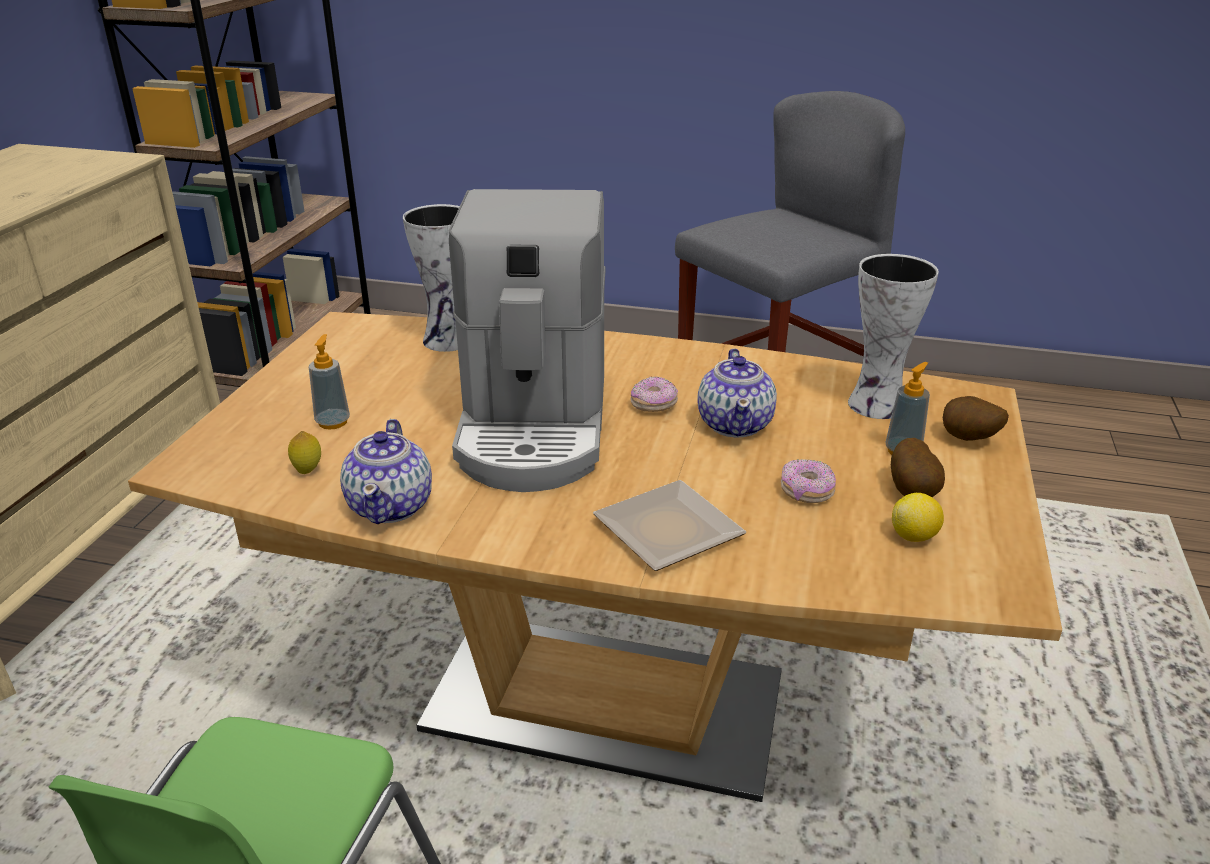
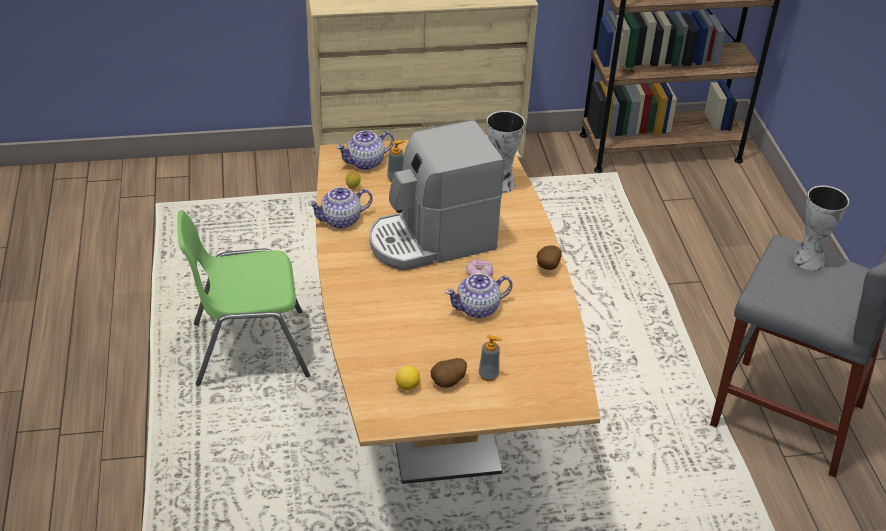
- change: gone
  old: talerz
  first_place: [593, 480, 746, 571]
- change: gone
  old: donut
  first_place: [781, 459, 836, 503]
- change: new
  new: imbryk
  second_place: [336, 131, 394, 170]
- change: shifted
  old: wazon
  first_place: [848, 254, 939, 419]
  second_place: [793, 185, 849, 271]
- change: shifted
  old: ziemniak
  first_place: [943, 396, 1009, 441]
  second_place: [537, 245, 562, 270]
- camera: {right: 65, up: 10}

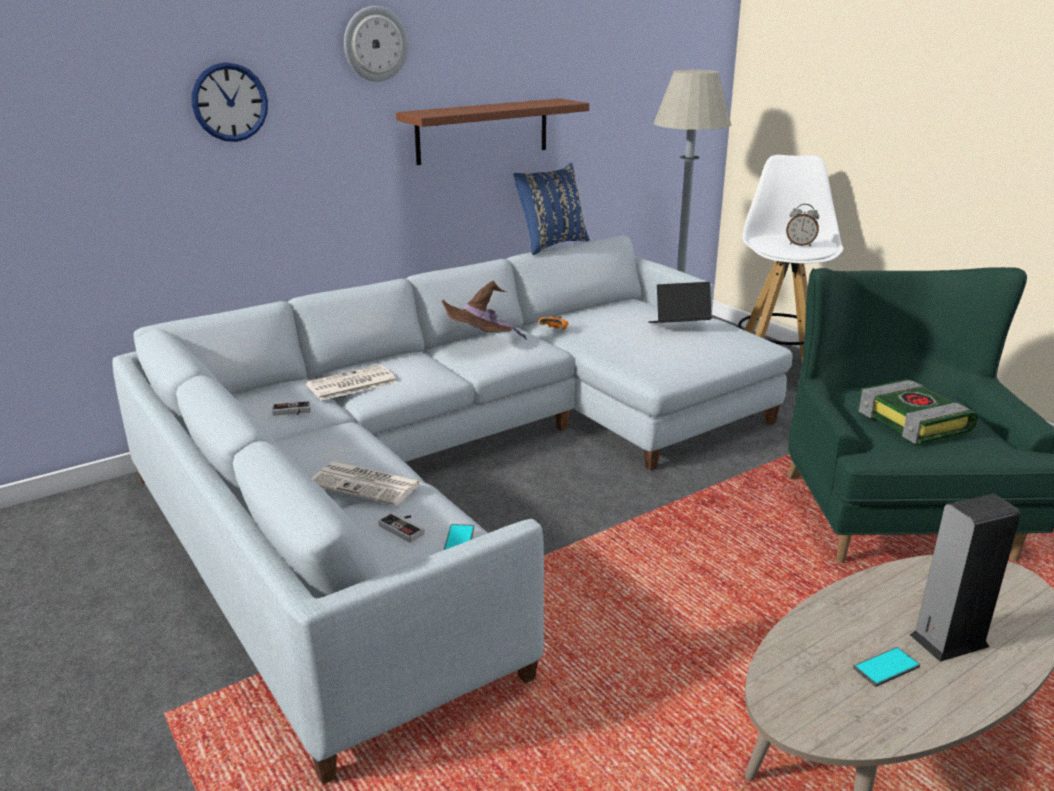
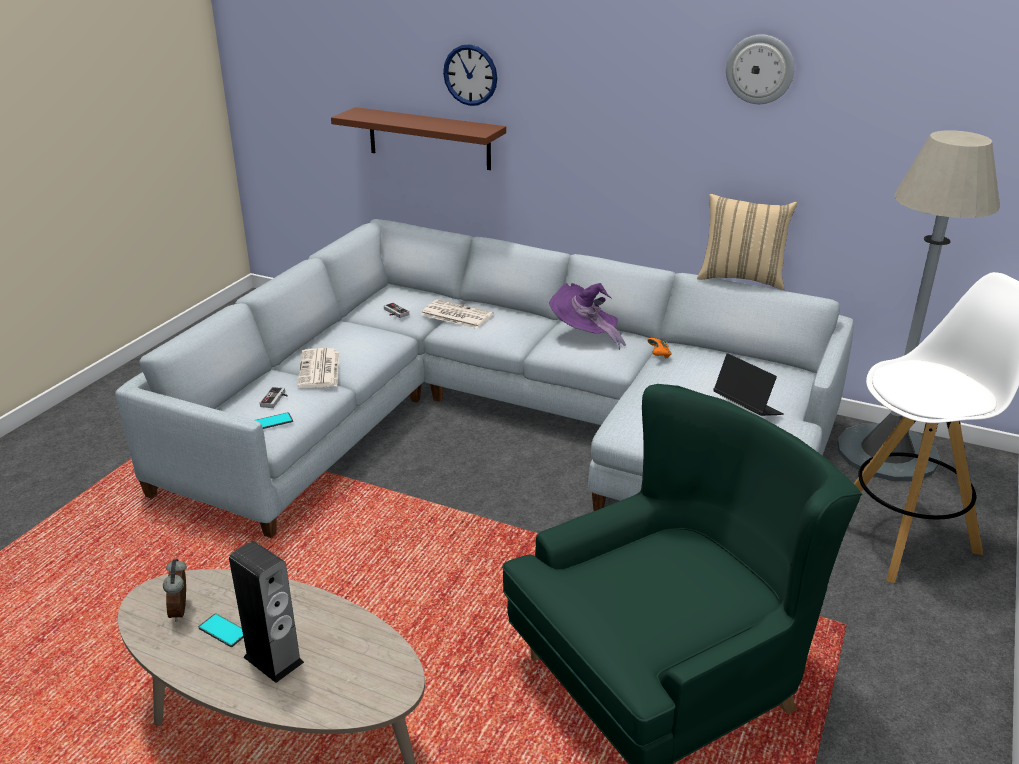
- change: gone
  old: książka
  first_place: [858, 380, 978, 444]
- change: shifted
  old: zegar ścienny
  first_place: [344, 6, 409, 82]
  second_place: [726, 34, 794, 104]
- change: shifted
  old: półka/brązowy
  first_place: [396, 98, 589, 165]
  second_place: [331, 107, 506, 170]
- change: shifted
  old: budzik
  first_place: [786, 204, 819, 246]
  second_place: [163, 559, 187, 622]
- change: repainted
  old: kapelusz/brązowy
  new: kapelusz/fioletowy
  first_place: [441, 281, 527, 340]
  second_place: [549, 283, 626, 350]
- change: repainted
  old: poduszka/niebieski
  new: poduszka/beżowy
  first_place: [513, 163, 590, 255]
  second_place: [697, 194, 797, 290]
- camera: {right: 60, up: 5}

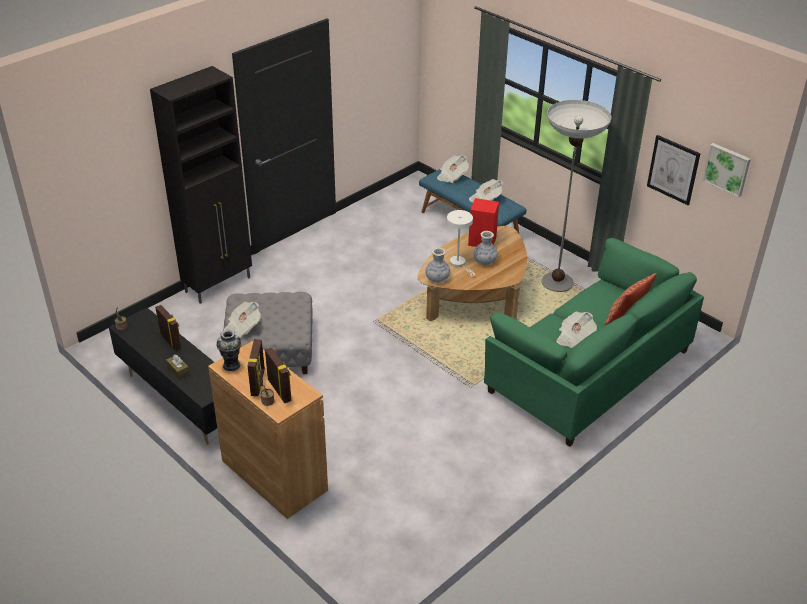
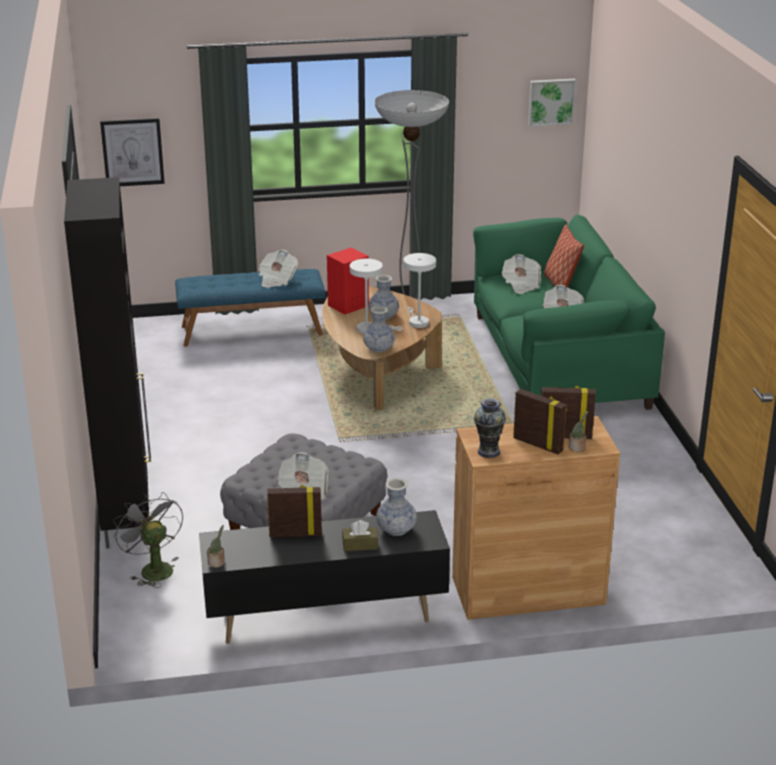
- change: new
  new: wentylator/szary
  second_place: [113, 492, 183, 588]
- change: new
  new: wazon
  second_place: [376, 478, 417, 536]
- change: new
  new: lampa stołowa/biały
  second_place: [403, 253, 436, 328]
- change: shifted
  old: gazeta
  first_place: [437, 155, 469, 183]
  second_place: [501, 254, 541, 294]
- change: shifted
  old: obraz
  first_place: [647, 135, 701, 205]
  second_place: [100, 118, 165, 186]
- camera: {right: -55, up: -10}

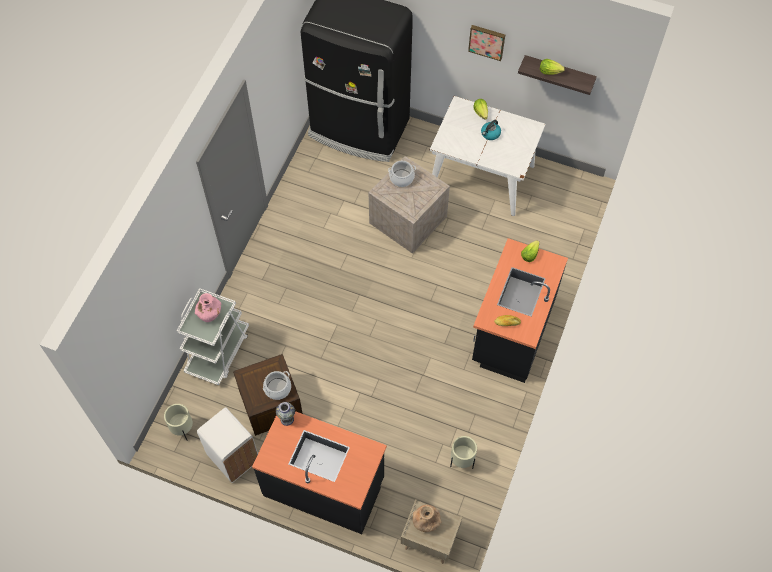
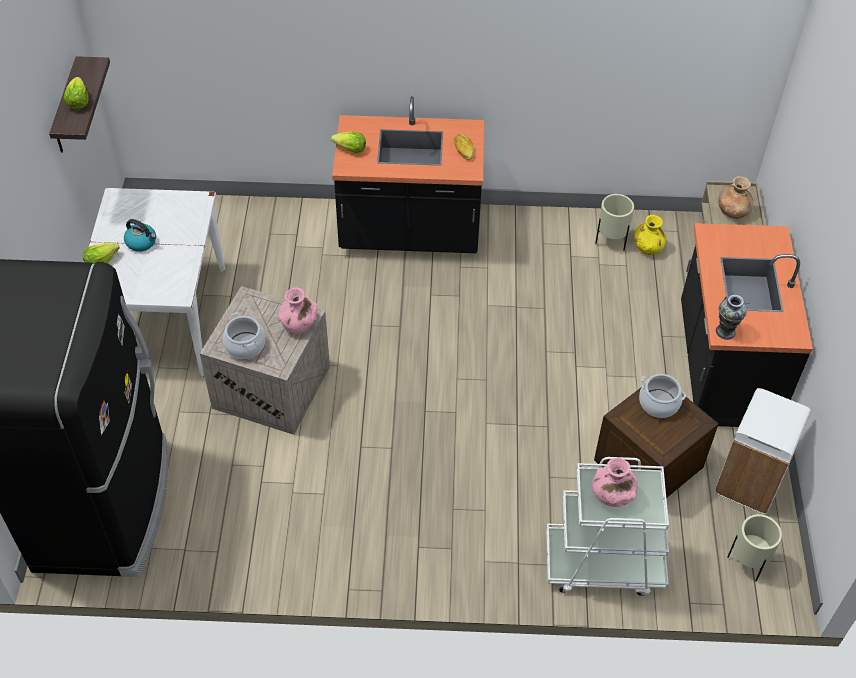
- change: gone
  old: obraz
  first_place: [468, 25, 505, 61]
- change: new
  new: wazon/różowy
  second_place: [278, 287, 317, 334]
- change: new
  new: wazon/żółty
  second_place: [634, 215, 666, 255]
- camera: {right: -110, up: -10}

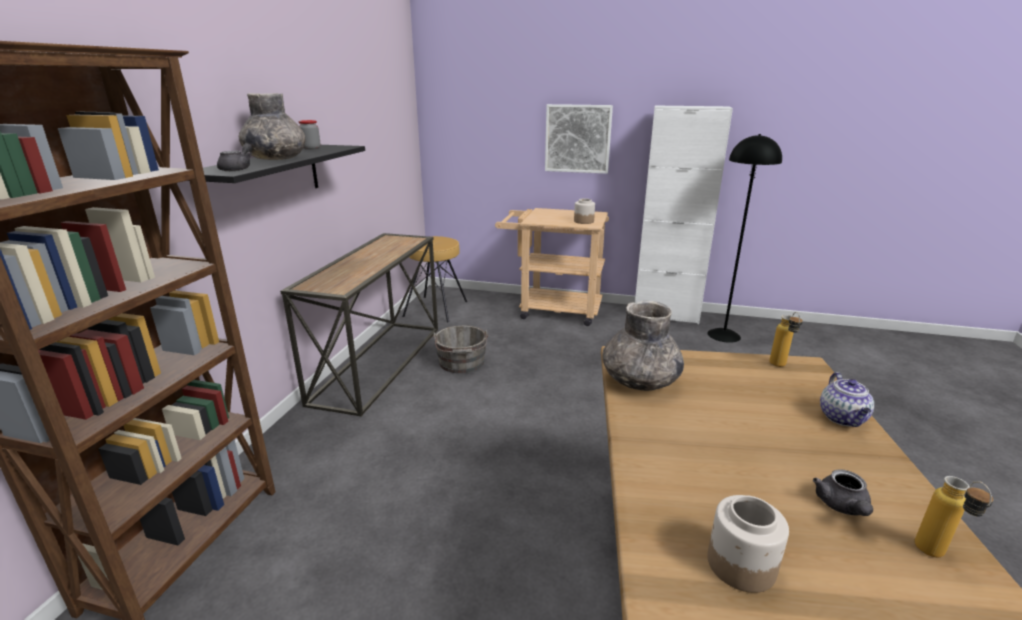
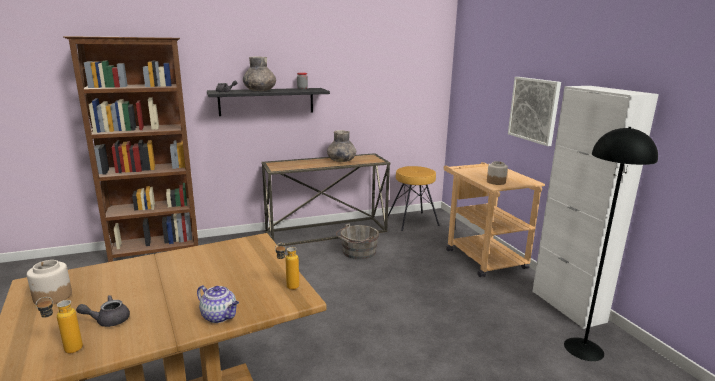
- change: shifted
  old: wazon/szary
  first_place: [602, 301, 684, 391]
  second_place: [327, 130, 356, 162]
- change: rotated
  old: imbryk
  first_place: [820, 372, 874, 427]
  second_place: [197, 285, 239, 323]
  degrees: -120
- camera: {right: 55, up: -5}

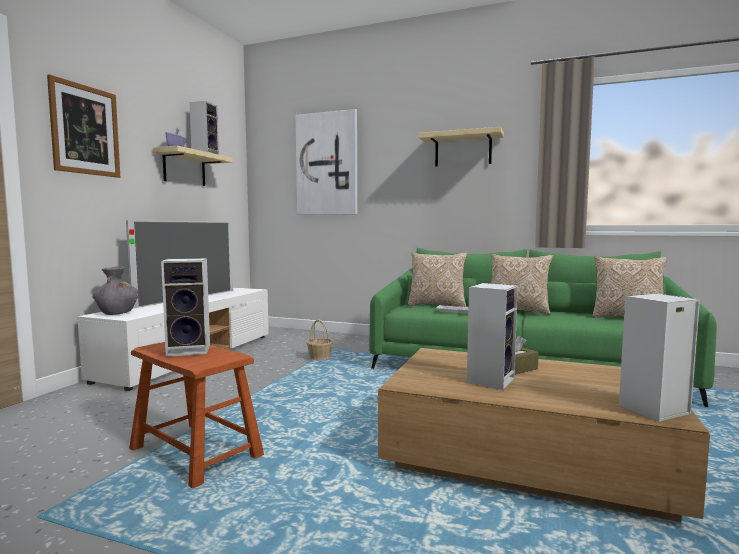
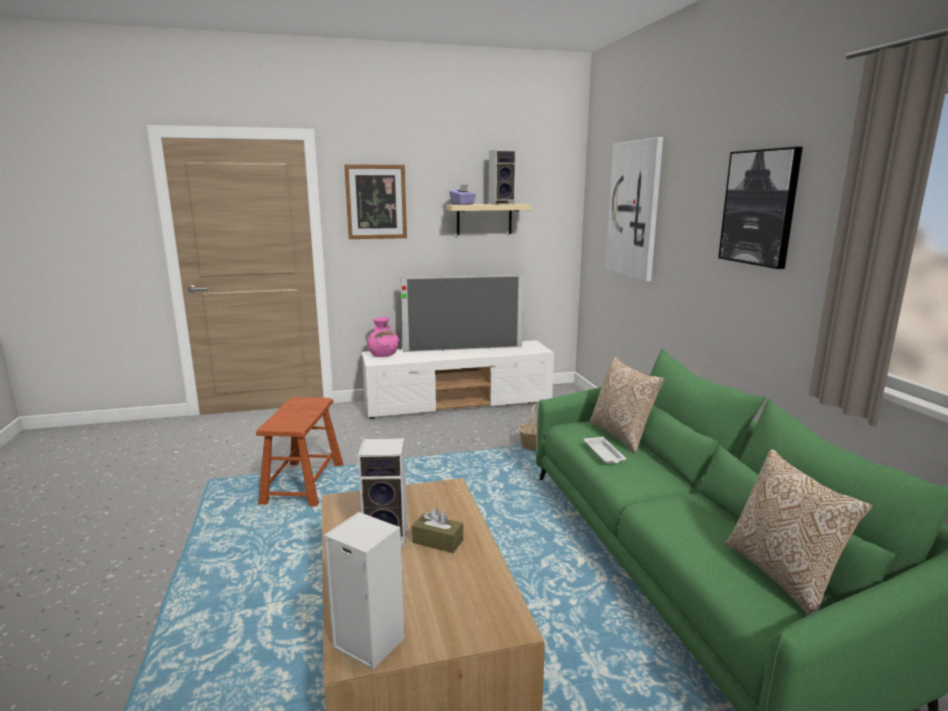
- change: gone
  old: głośnik
  first_place: [161, 258, 210, 357]
- change: gone
  old: poduszka
  first_place: [491, 254, 554, 315]
- change: swapped
  old: półka/beżowy
  new: obraz
  first_place: [418, 127, 504, 166]
  second_place: [718, 147, 803, 269]
- change: repainted
  old: wazon/szary
  new: wazon/różowy
  first_place: [93, 266, 138, 315]
  second_place: [367, 317, 399, 357]
- camera: {right: 55, up: 10}

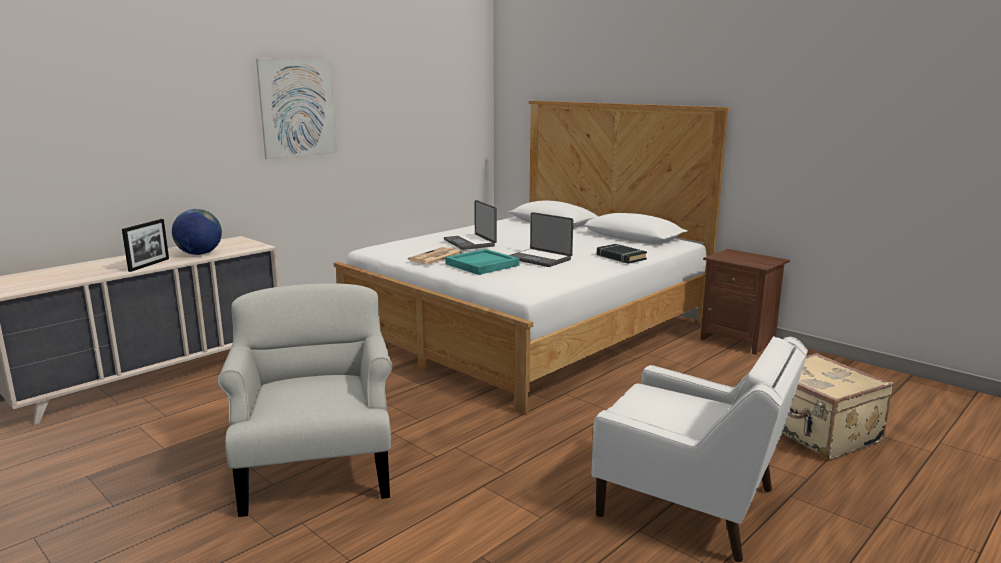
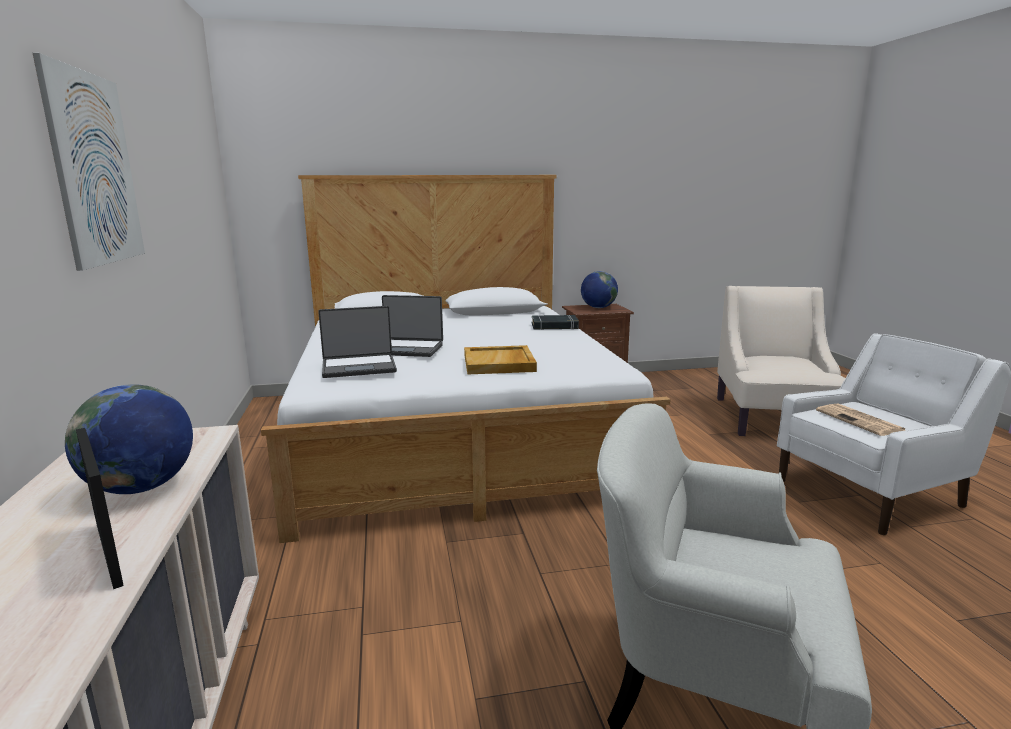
- change: new
  new: globus
  second_place: [581, 271, 618, 308]
- change: shifted
  old: gazeta
  first_place: [408, 247, 463, 264]
  second_place: [816, 404, 905, 436]
- change: shifted
  old: laptop
  first_place: [509, 212, 573, 267]
  second_place: [318, 306, 397, 378]
- change: swapped
  old: walizka/beżowy
  new: fotel/beżowy
  first_place: [782, 353, 894, 460]
  second_place: [717, 286, 845, 436]
- change: repainted
  old: taca/turkusowy
  new: taca/beżowy
  first_place: [445, 249, 520, 275]
  second_place: [464, 345, 537, 374]
- camera: {right: -55, up: 0}

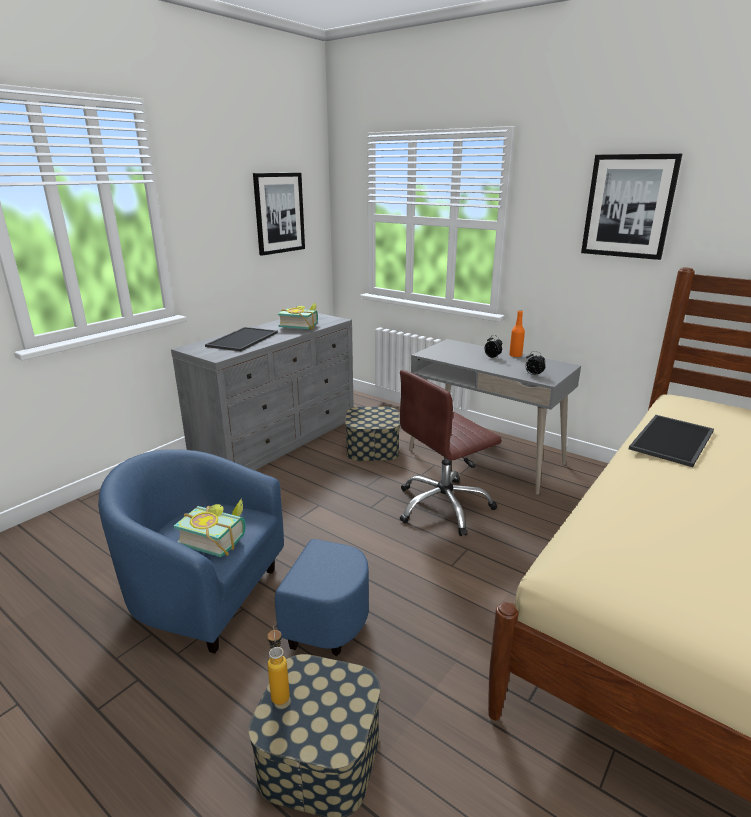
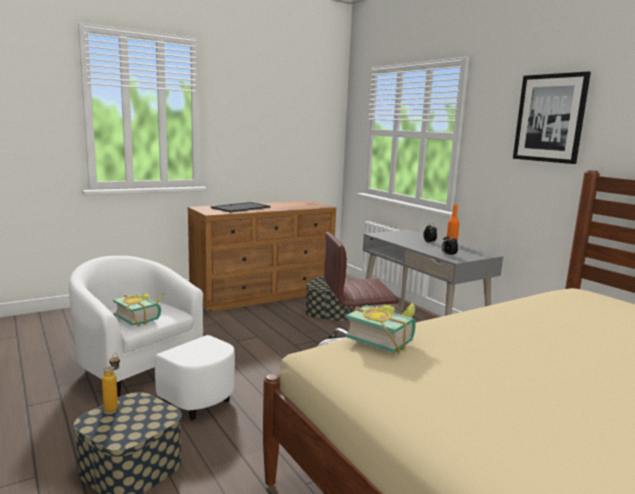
- change: gone
  old: obraz
  first_place: [253, 173, 305, 256]
- change: gone
  old: taca
  first_place: [629, 415, 714, 467]
- change: shifted
  old: książka
  first_place: [278, 303, 318, 330]
  second_place: [345, 303, 415, 353]
- change: repainted
  old: fotel/niebieski
  new: fotel/biały
  first_place: [98, 449, 369, 656]
  second_place: [69, 256, 235, 420]
- change: repainted
  old: komoda/szary
  new: komoda/brązowy
  first_place: [171, 313, 353, 470]
  second_place: [188, 201, 336, 312]
- camera: {right: 20, up: -10}

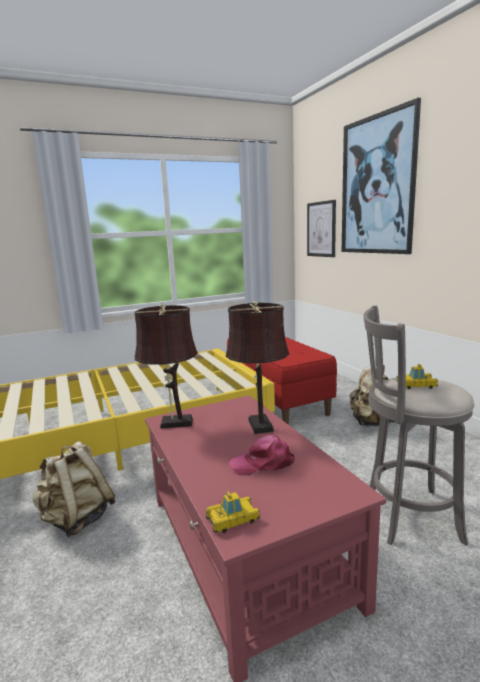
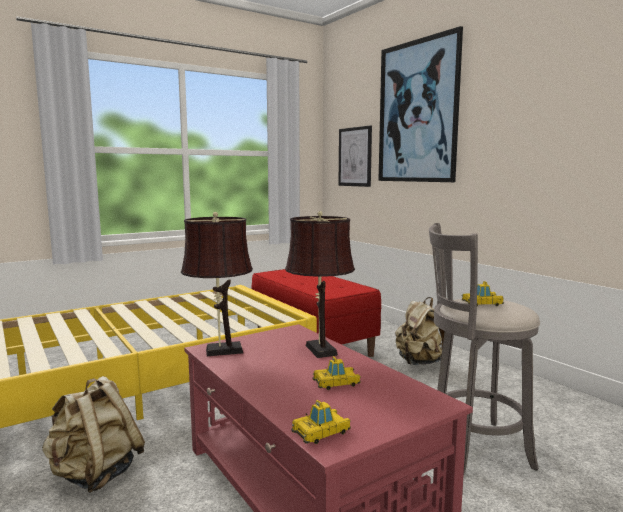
- change: swapped
  old: czapka z daszkiem/różowy
  new: samochodzik
  first_place: [229, 435, 295, 476]
  second_place: [313, 356, 361, 390]
- camera: {right: -10, up: -5}

